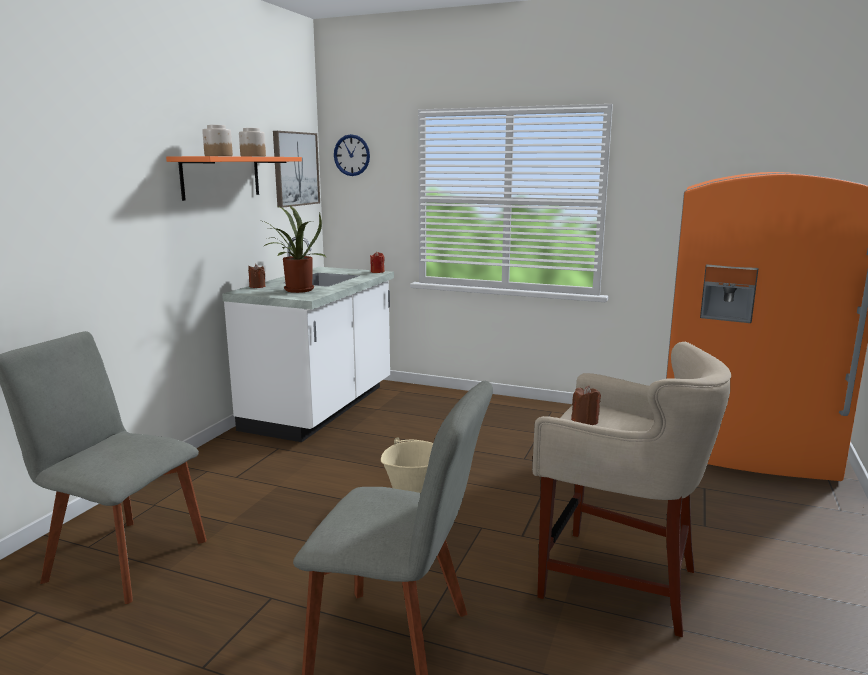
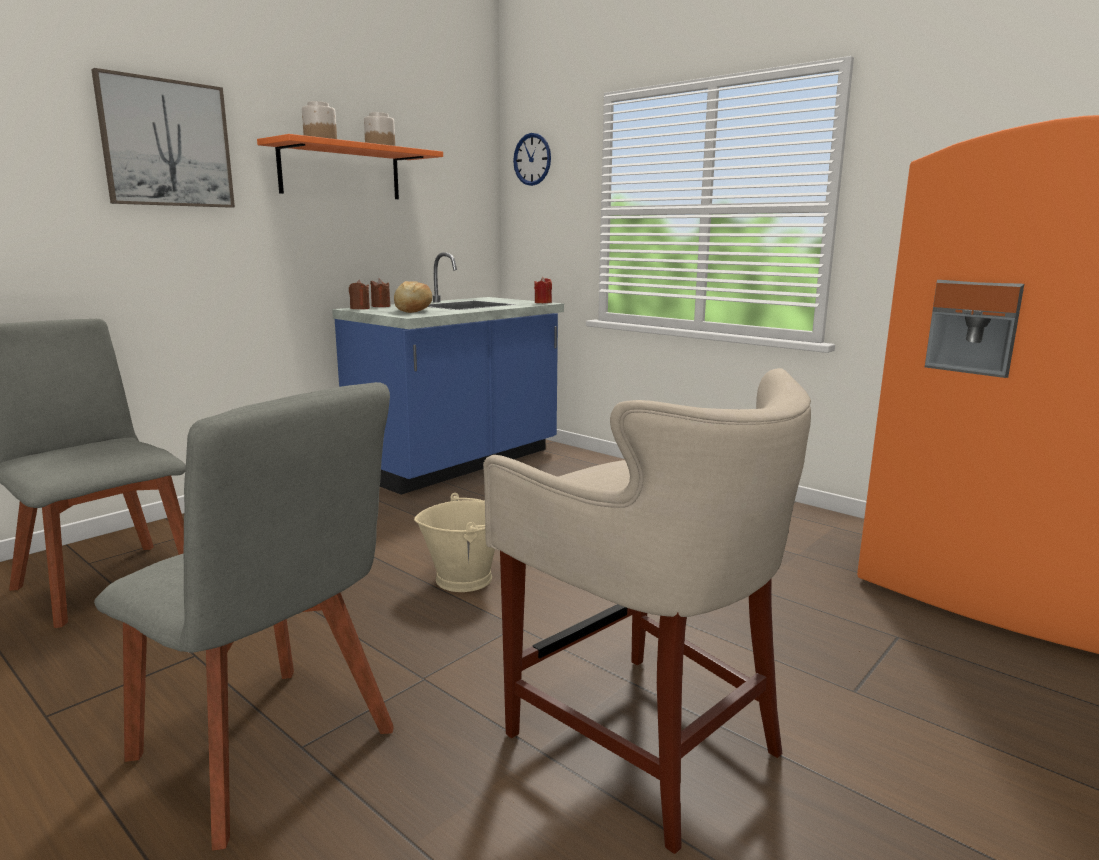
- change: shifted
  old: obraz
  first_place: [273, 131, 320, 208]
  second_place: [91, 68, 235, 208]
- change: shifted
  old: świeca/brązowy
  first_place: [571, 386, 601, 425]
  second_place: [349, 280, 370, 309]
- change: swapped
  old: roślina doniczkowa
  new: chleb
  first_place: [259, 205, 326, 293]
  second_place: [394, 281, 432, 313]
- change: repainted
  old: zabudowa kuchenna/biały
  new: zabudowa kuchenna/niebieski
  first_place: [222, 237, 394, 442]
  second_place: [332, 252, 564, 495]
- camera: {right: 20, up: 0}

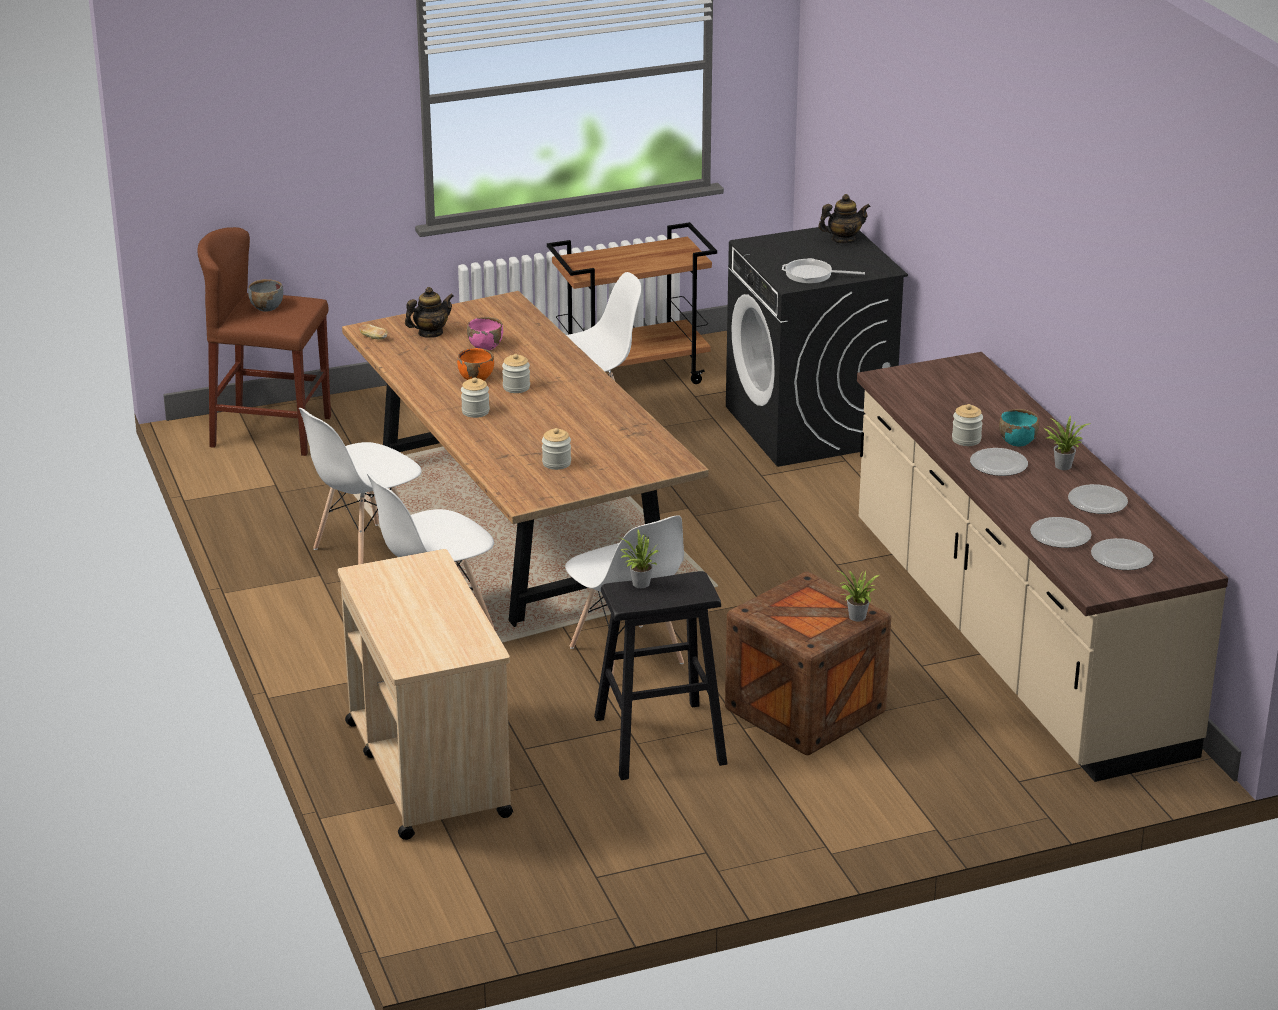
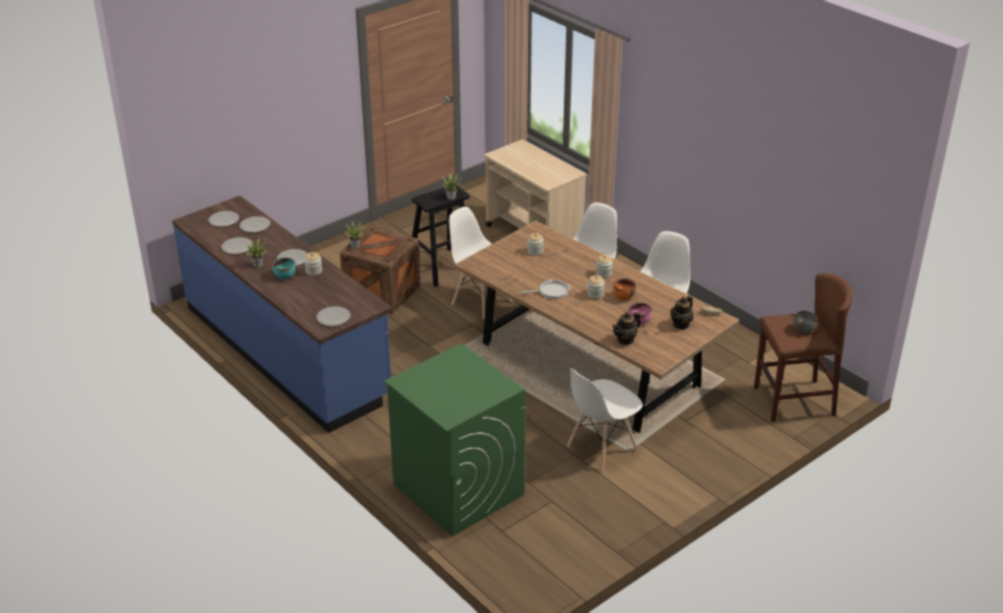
- change: gone
  old: wózek/brązowy
  first_place: [547, 222, 717, 384]
- change: new
  new: talerz
  second_place: [316, 306, 351, 326]
- change: shifted
  old: patelnia
  first_place: [782, 258, 865, 284]
  second_place: [519, 279, 571, 299]
- change: shifted
  old: imbryk
  first_place: [818, 194, 871, 244]
  second_place: [612, 312, 641, 345]
- change: repainted
  old: pralka/czarny
  new: pralka/zielony
  first_place: [726, 226, 908, 467]
  second_place: [384, 343, 526, 537]
- change: repainted
  old: zabudowa kuchenna/beżowy
  new: zabudowa kuchenna/niebieski
  first_place: [857, 352, 1228, 782]
  second_place: [172, 196, 392, 433]
- camera: {right: 160, up: 5}

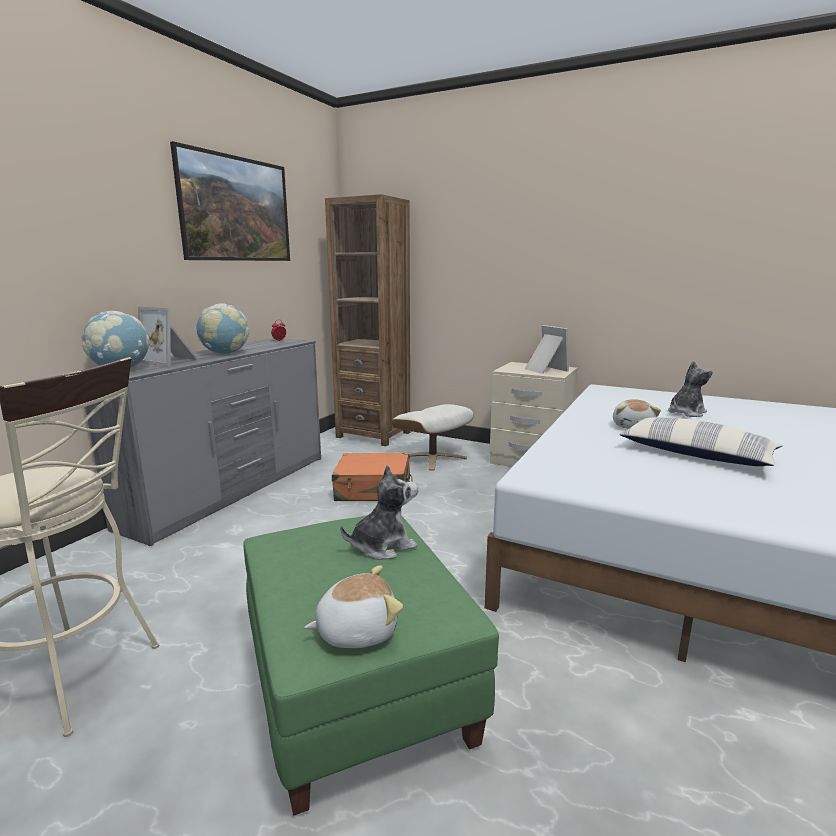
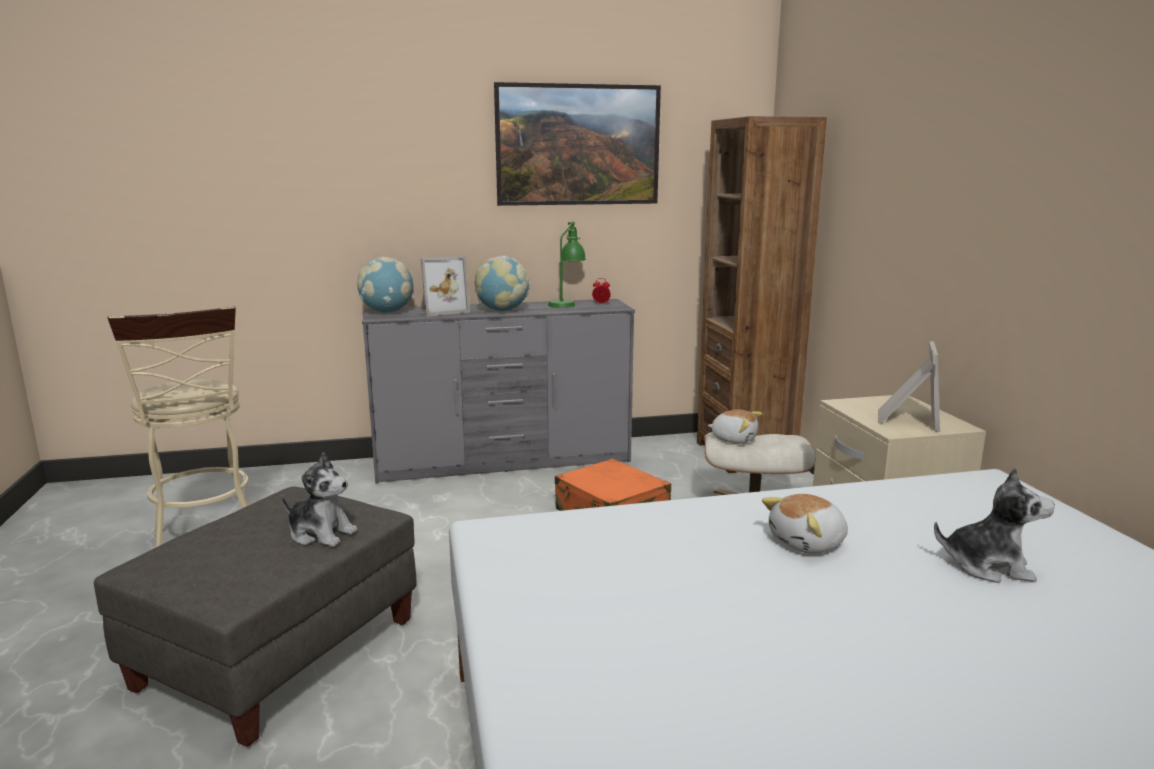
- change: gone
  old: poduszka
  first_place: [619, 417, 783, 466]
- change: new
  new: lampa stołowa/zielony
  second_place: [548, 221, 586, 308]
- change: shifted
  old: pluszak
  first_place: [304, 565, 403, 648]
  second_place: [708, 409, 762, 444]
- change: repainted
  old: pufa/zielony
  new: pufa/szary
  first_place: [243, 515, 499, 816]
  second_place: [94, 487, 417, 747]
- change: rotated
  old: ramka na zdjęcie
  first_place: [138, 307, 199, 366]
  second_place: [421, 256, 470, 316]
  degrees: -105
- camera: {right: 50, up: 0}

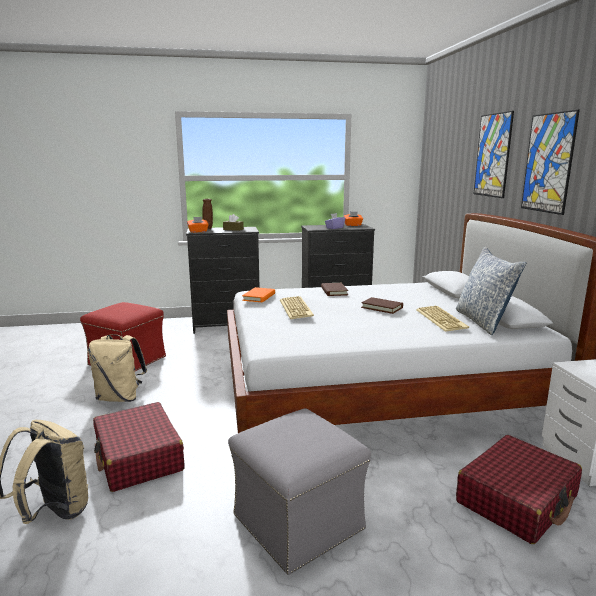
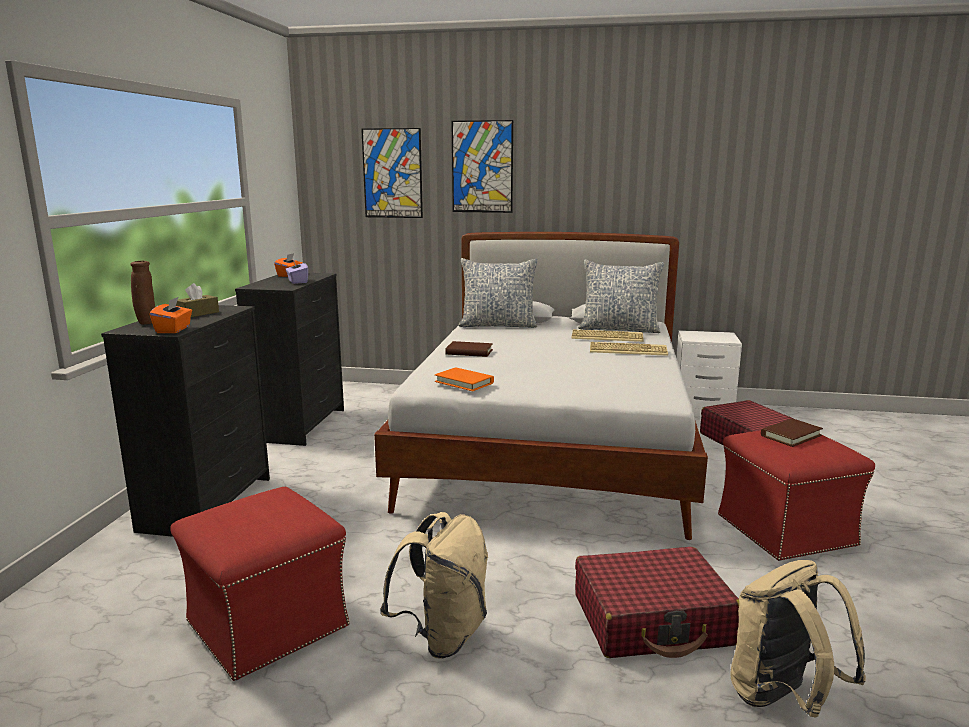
- change: new
  new: poduszka
  second_place: [458, 258, 538, 328]
- change: shifted
  old: klawiatura
  first_place: [280, 296, 314, 319]
  second_place: [590, 342, 668, 356]
- change: shifted
  old: książka/brązowy
  first_place: [361, 297, 403, 314]
  second_place: [761, 419, 823, 447]
- change: shifted
  old: obraz
  first_place: [521, 110, 580, 215]
  second_place: [361, 128, 423, 218]
- change: repainted
  old: pufa/szary
  new: pufa/czerwony
  first_place: [228, 409, 371, 575]
  second_place: [718, 430, 875, 561]
- camera: {right: -70, up: 0}

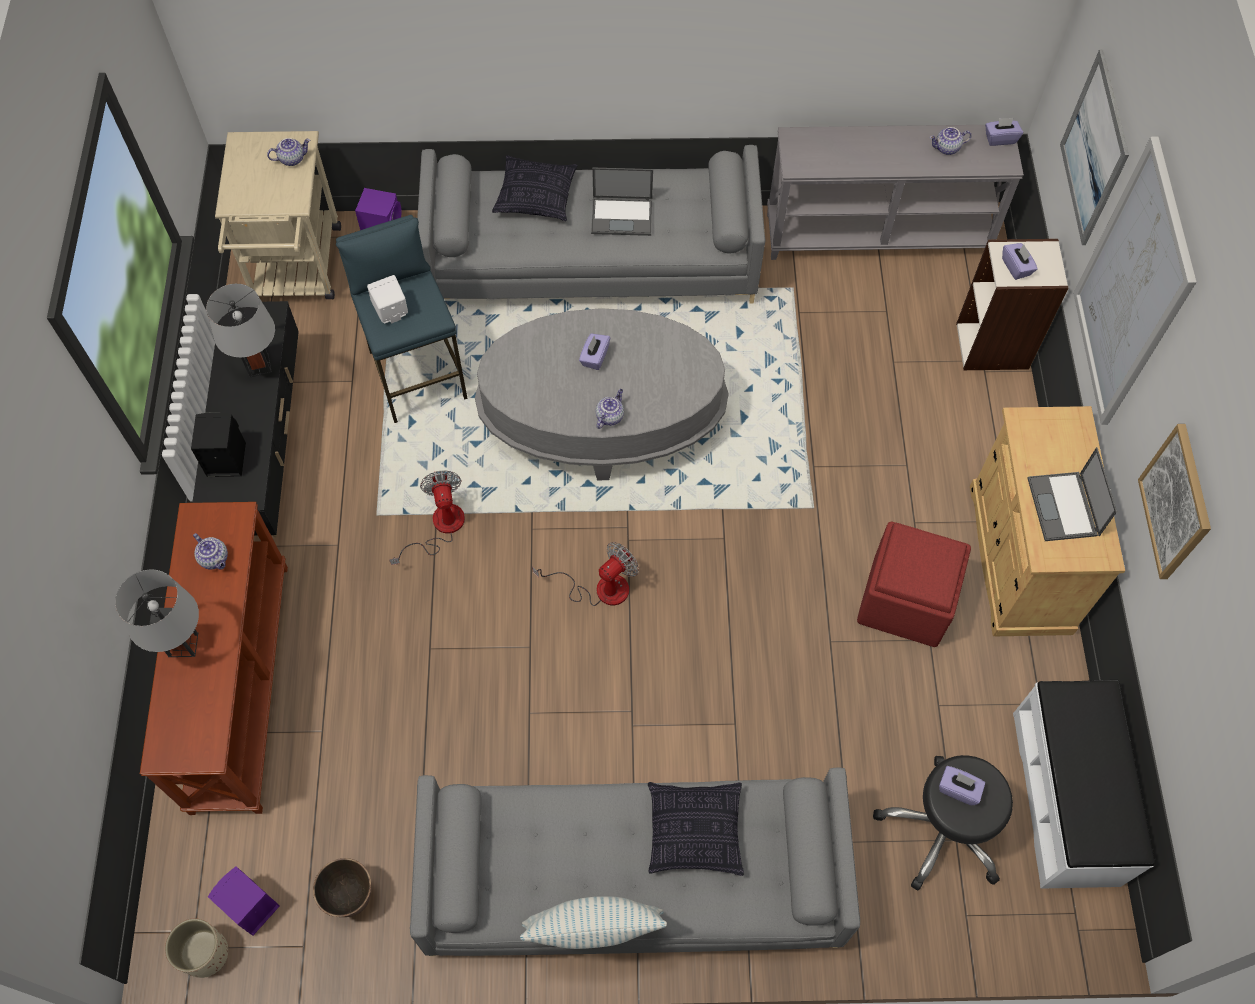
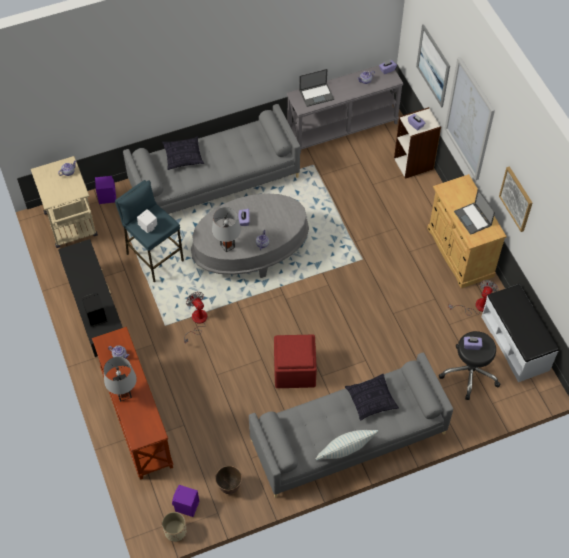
- change: shifted
  old: lampa stołowa/szary
  first_place: [206, 284, 275, 377]
  second_place: [212, 207, 241, 253]
- change: shifted
  old: wentylator
  first_place: [532, 542, 639, 606]
  second_place: [448, 280, 499, 315]
- change: shifted
  old: laptop
  first_place: [591, 168, 653, 236]
  second_place: [299, 69, 334, 107]
- change: shifted
  old: pufa/czerwony
  first_place: [857, 522, 971, 647]
  second_place: [274, 334, 317, 388]
- camera: {right: -20, up: -5}

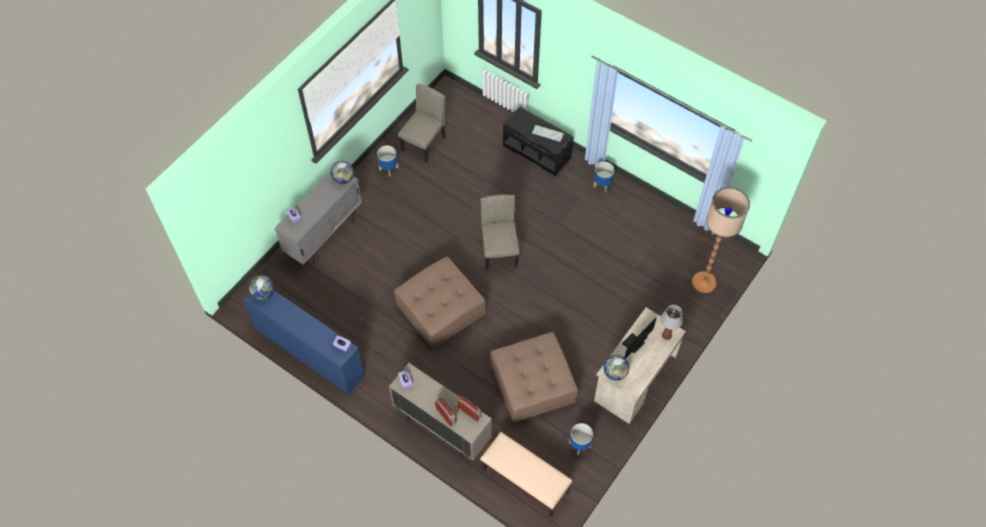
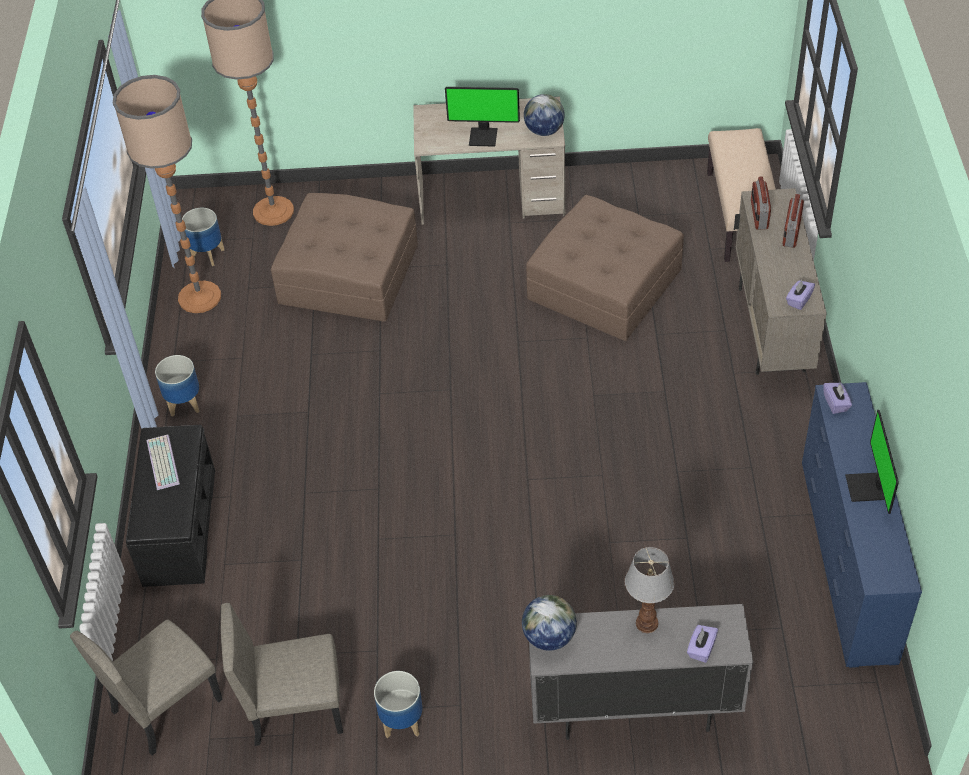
- change: gone
  old: globus
  first_place: [249, 275, 274, 300]
- change: new
  new: lampa stojąca
  second_place: [113, 75, 221, 313]
- change: new
  new: monitor
  second_place: [845, 410, 899, 514]
- change: shifted
  old: pufa/brązowy
  first_place: [394, 256, 486, 349]
  second_place: [271, 193, 418, 322]
- change: shifted
  old: krzesło/beżowy
  first_place: [480, 195, 520, 270]
  second_place: [70, 619, 223, 755]
- change: shifted
  old: donica
  first_place: [569, 423, 593, 455]
  second_place: [182, 208, 224, 266]
- change: shifted
  old: lampa stołowa
  first_place: [660, 305, 683, 340]
  second_place: [625, 547, 674, 633]
- camera: {right: -125, up: -10}

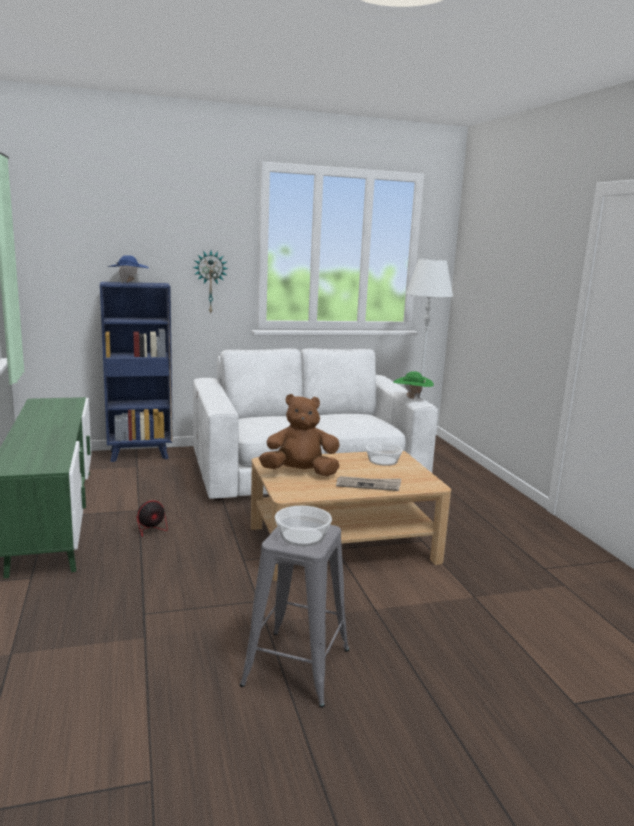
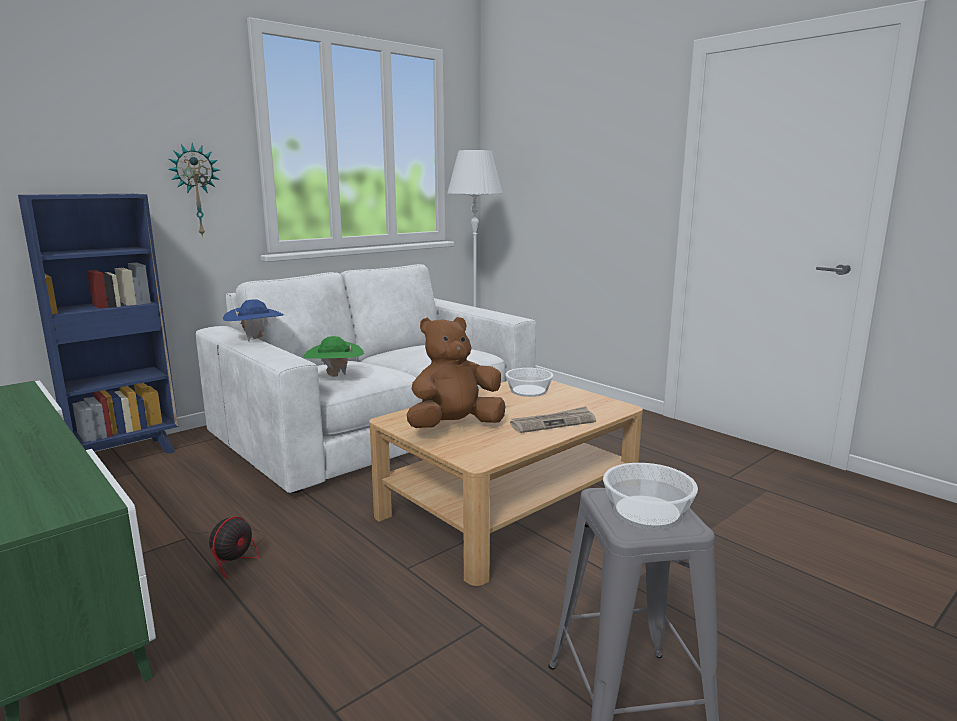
- change: shifted
  old: kapelusz/niebieski
  first_place: [108, 255, 149, 283]
  second_place: [223, 300, 284, 341]
- change: shifted
  old: kapelusz/zielony
  first_place: [394, 371, 434, 399]
  second_place: [303, 336, 364, 377]
- camera: {right: -25, up: 0}

